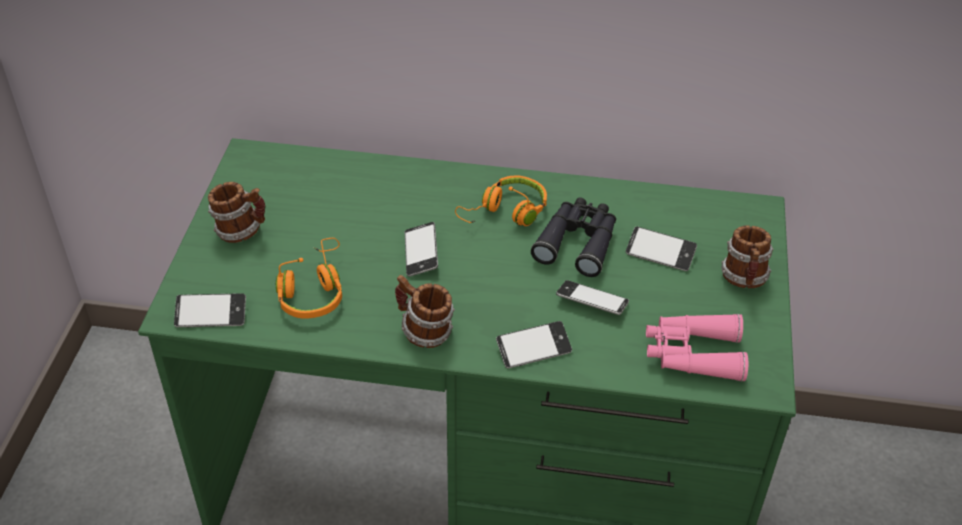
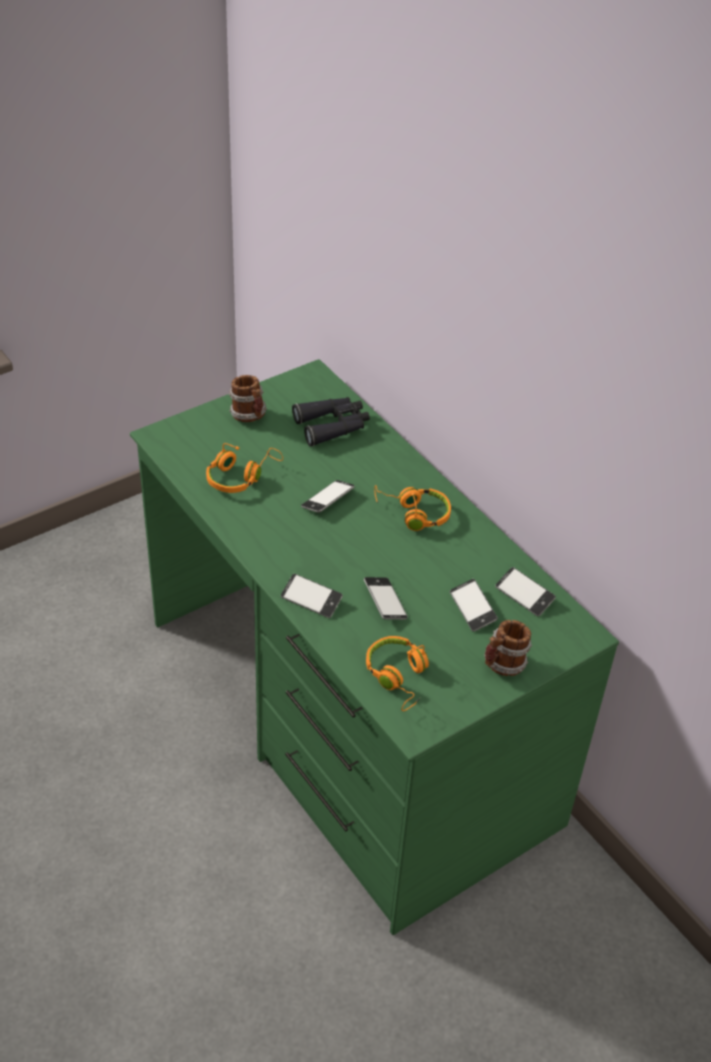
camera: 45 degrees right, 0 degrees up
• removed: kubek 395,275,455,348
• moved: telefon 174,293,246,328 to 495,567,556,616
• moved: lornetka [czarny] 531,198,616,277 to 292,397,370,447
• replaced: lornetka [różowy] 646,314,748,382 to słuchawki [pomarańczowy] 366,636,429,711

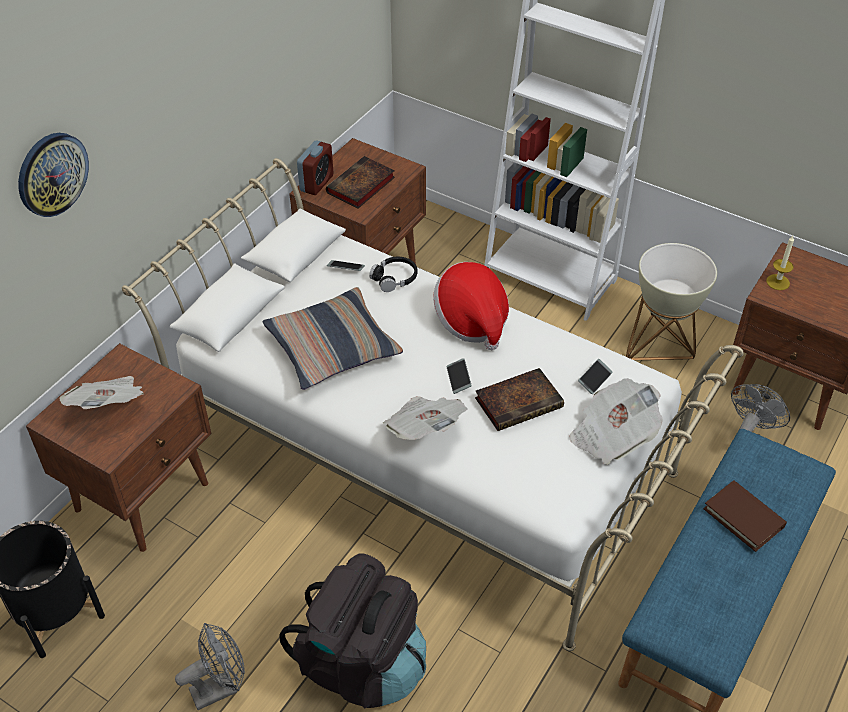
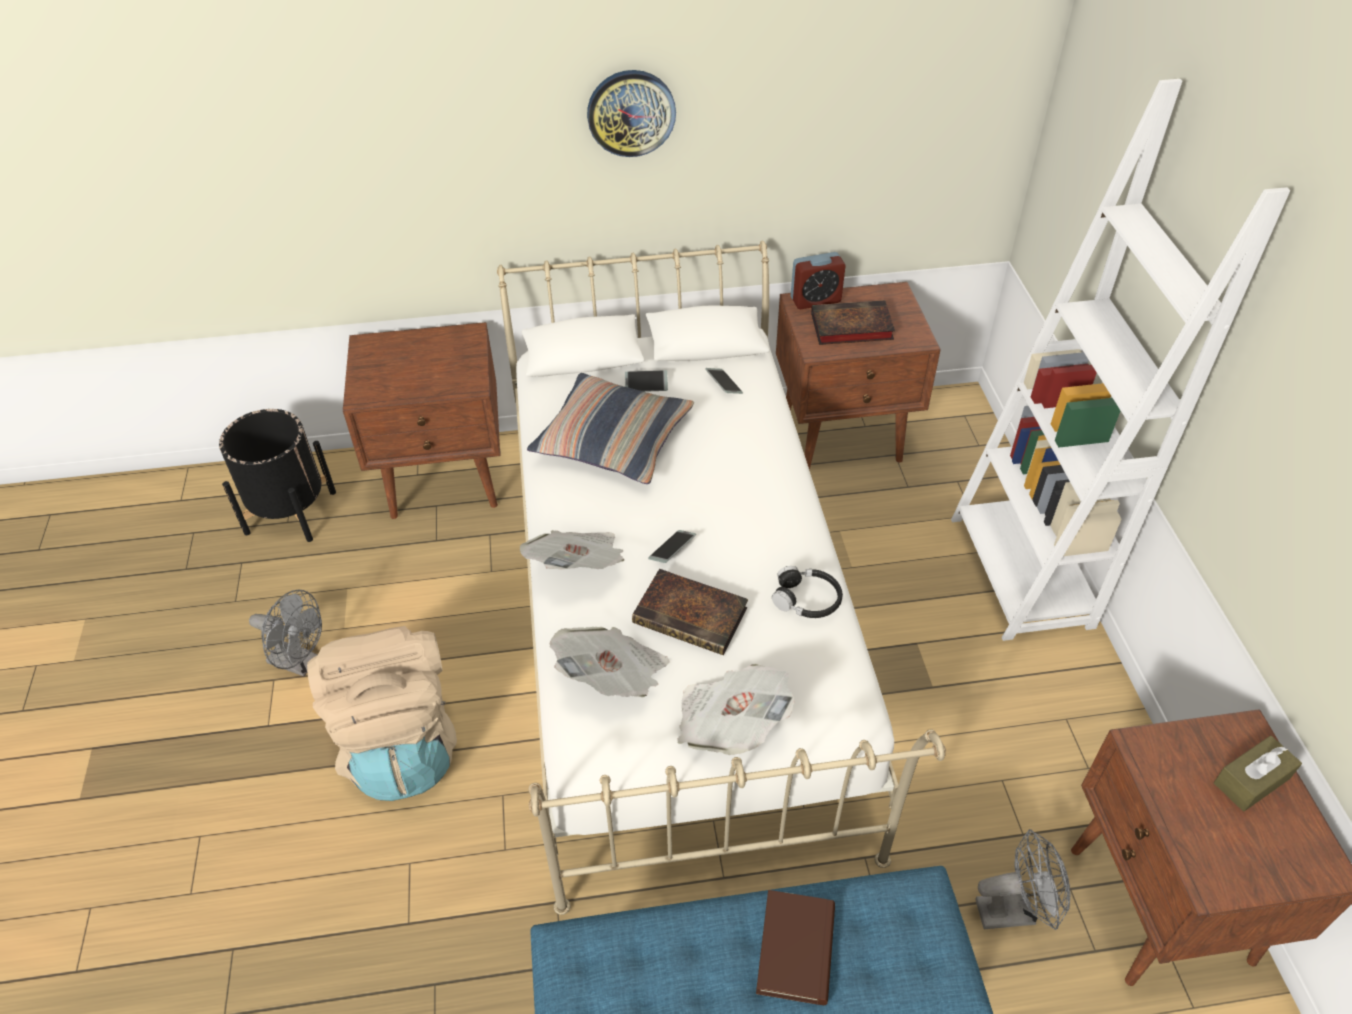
camera: 50 degrees right, 0 degrees up
• removed: kapelusz 433,262,509,350
• removed: donica 626,243,717,360
• removed: świeca 766,236,794,290
• added: pudełko chusteczek [brązowy] 1214,736,1302,811
• moved: zegar ścienny 18,133,89,217 to 587,70,676,157
• moved: gazeta 59,376,144,409 to 550,627,669,697
• moved: słuchawki [czarny] 369,257,418,292 to 772,566,843,618
• moved: telefon 578,359,613,394 to 625,370,668,392
• recoloured: plecak [czarny] 279,554,426,709 to plecak [beżowy] 307,626,457,801

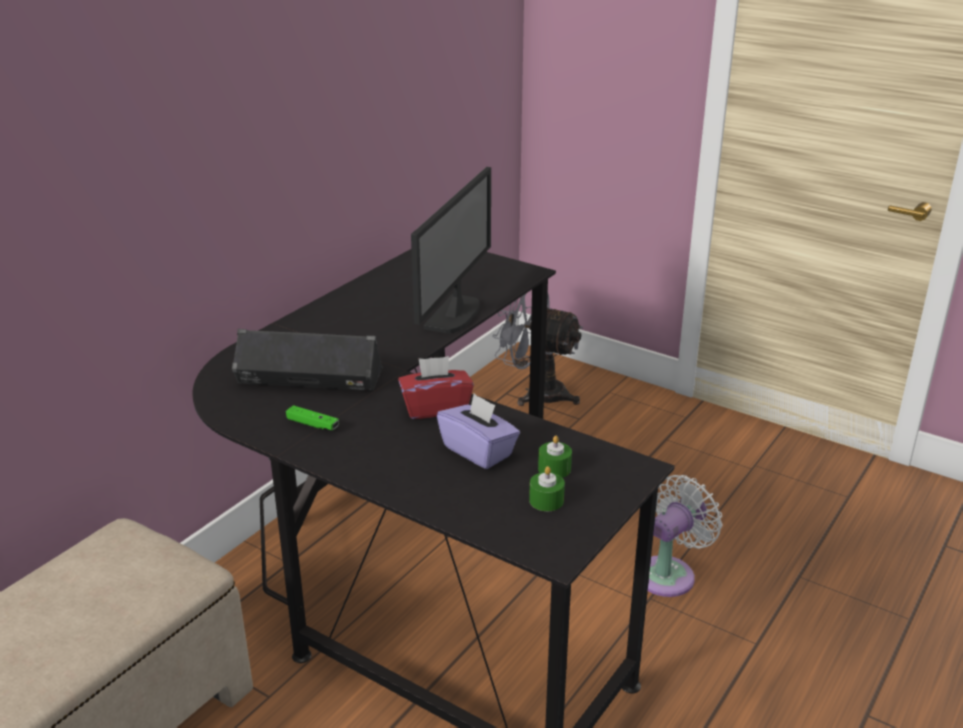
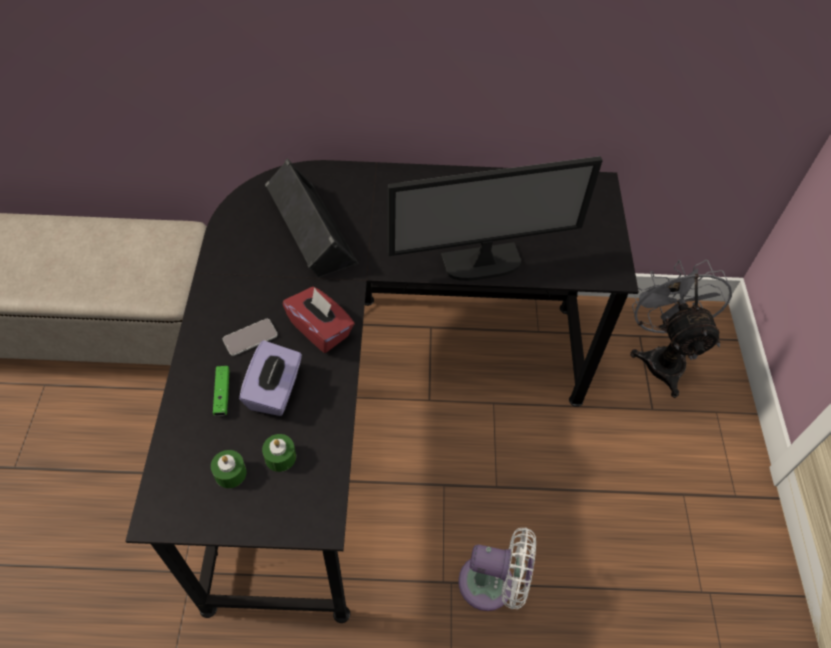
camera: 55 degrees right, 25 degrees up
• added: telefon 223,319,278,356
• moved: pad do gier [zielony] 286,405,339,430 to 213,366,229,416

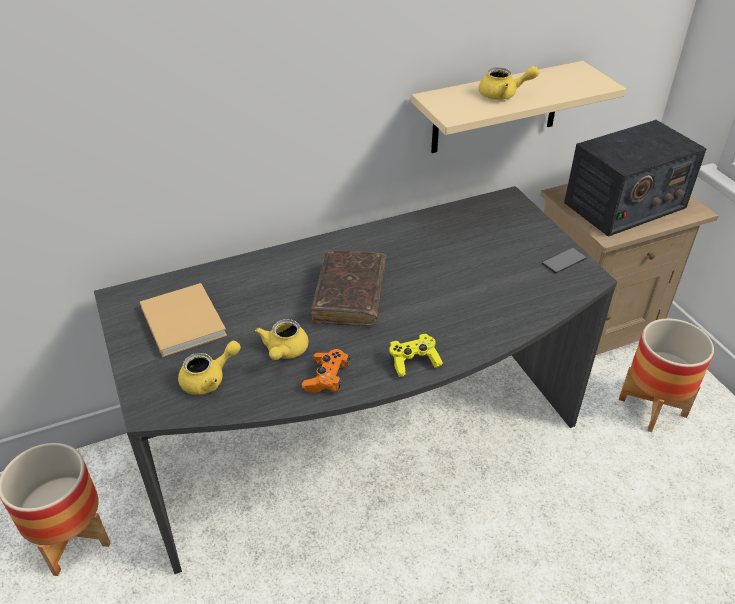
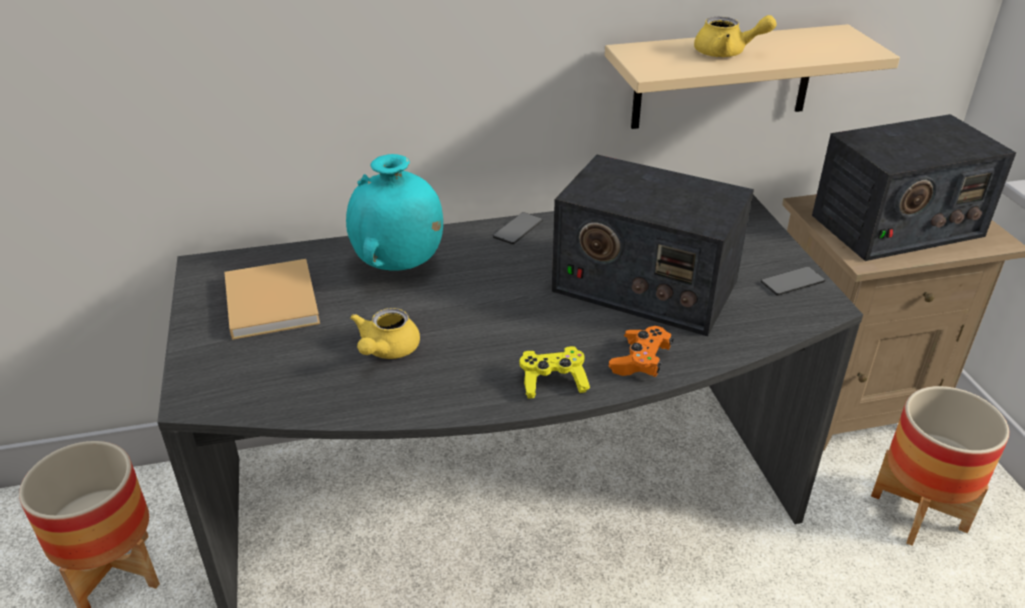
camera: 10 degrees right, 5 degrees down
• removed: imbryk [żółty] 178,341,241,395
• removed: książka [brązowy] 311,250,386,326
• added: wazon [turkusowy] 346,154,443,271
• added: telefon 493,212,543,244
• added: radio 552,155,754,336
• moved: pad do gier [pomarańczowy] 302,349,350,393 to 609,326,674,377

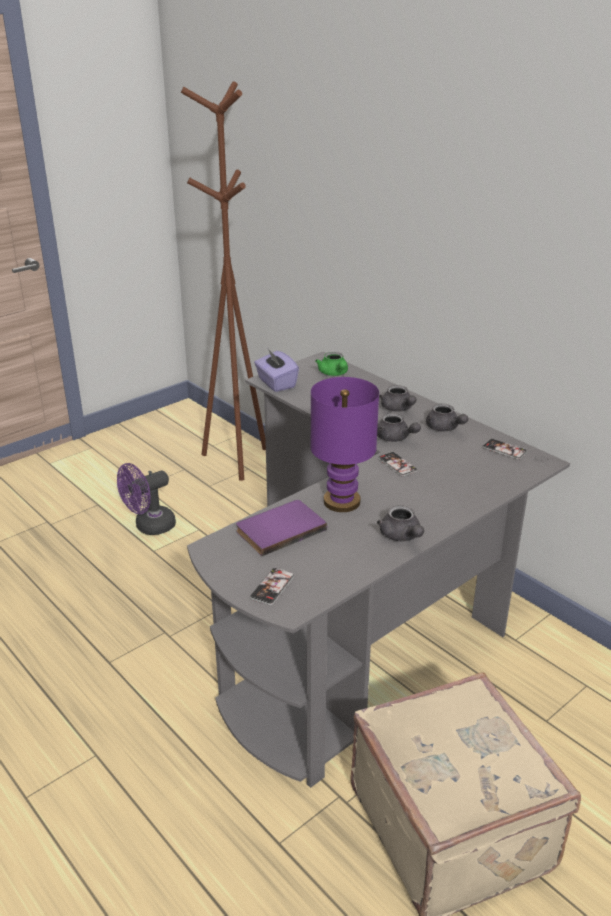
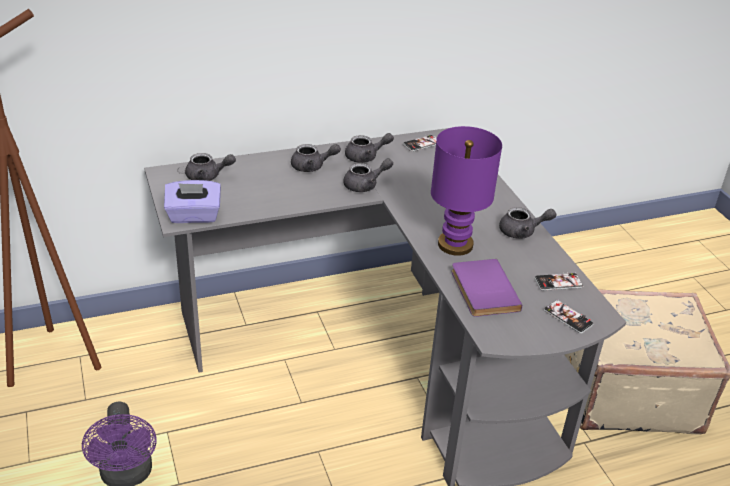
camera: 70 degrees left, 5 degrees up
• moved: telefon 378,452,418,477 to 534,272,583,291
• recoloured: imbryk [zielony] 315,352,348,376 to imbryk [szary] 185,153,236,181

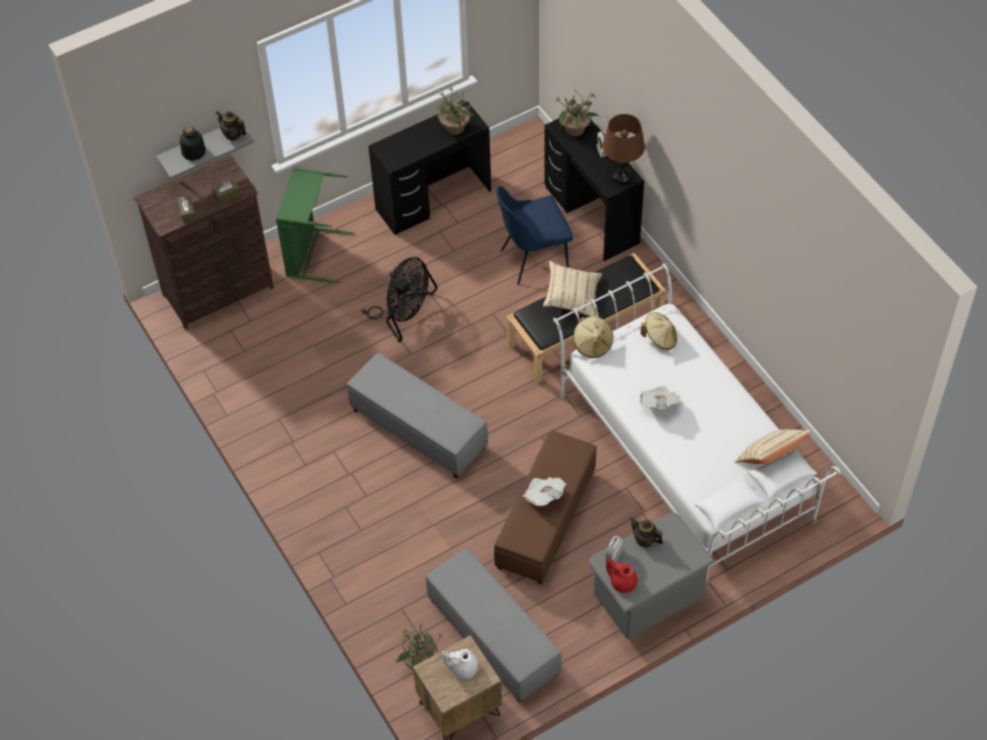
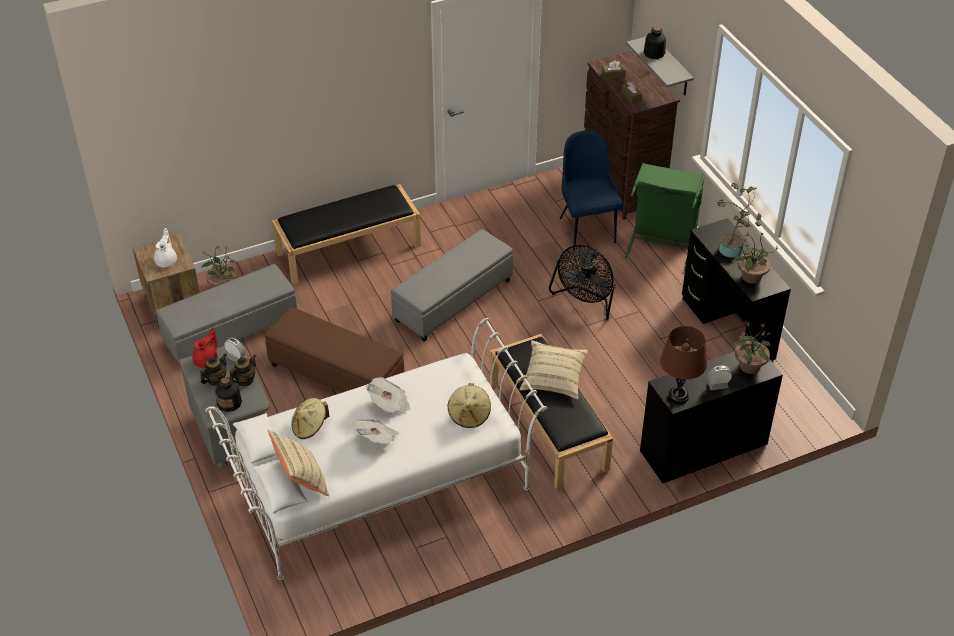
camera: 95 degrees right, 10 degrees down
• added: butelka 215,377,242,412
• added: ławka [czarny] 272,184,421,285
• added: roślina doniczkowa 717,183,762,258
• moved: imbryk 216,111,246,141 to 200,353,227,386
• moved: krzesło [niebieski] 497,186,573,285 to 559,131,623,248
• moved: gazeta 522,477,566,506 to 353,419,399,444
• moved: kapelusz [beżowy] 574,316,613,358 to 291,398,329,439

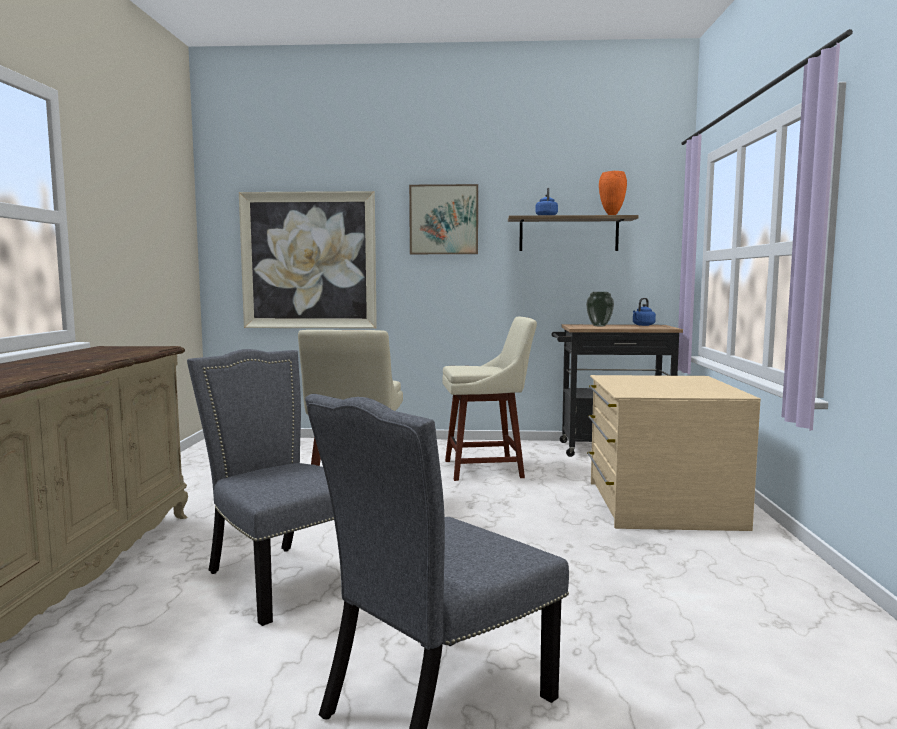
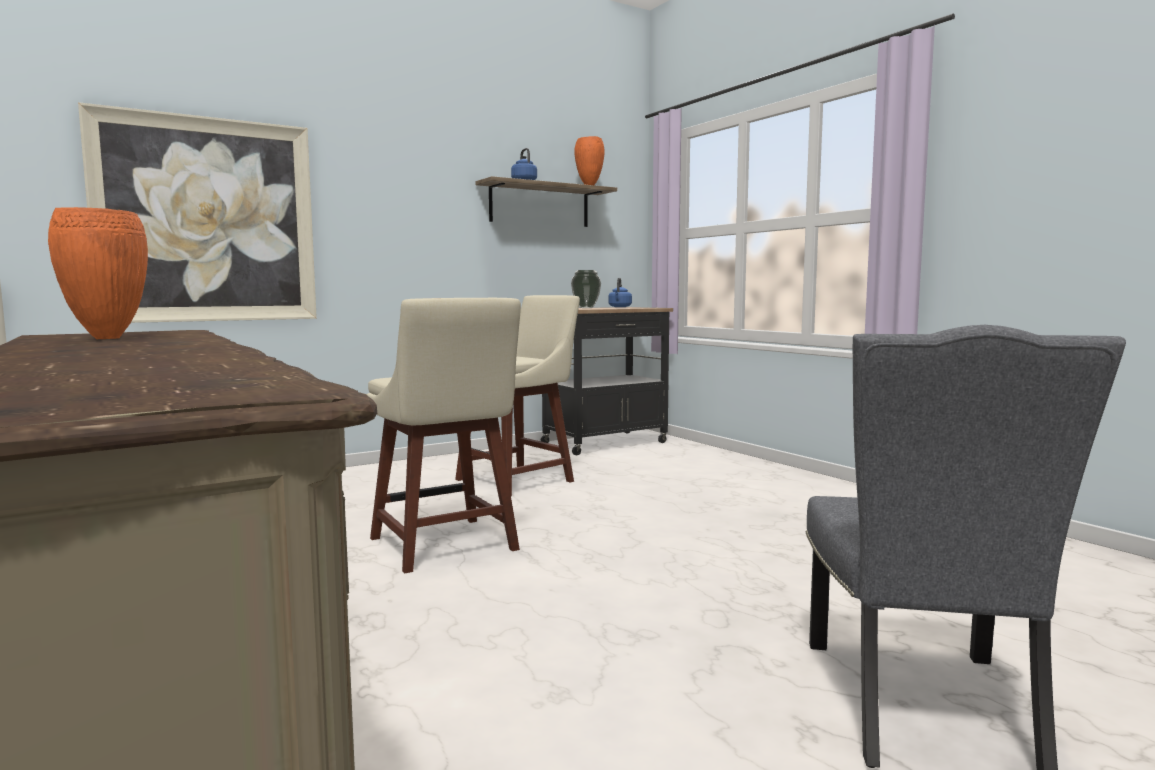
camera: 35 degrees left, 0 degrees up
• removed: krzesło [szary] 187,349,334,626
• removed: obraz 409,184,478,254
• removed: komoda [beżowy] 587,375,761,531
• added: wazon [pomarańczowy] 48,207,148,339

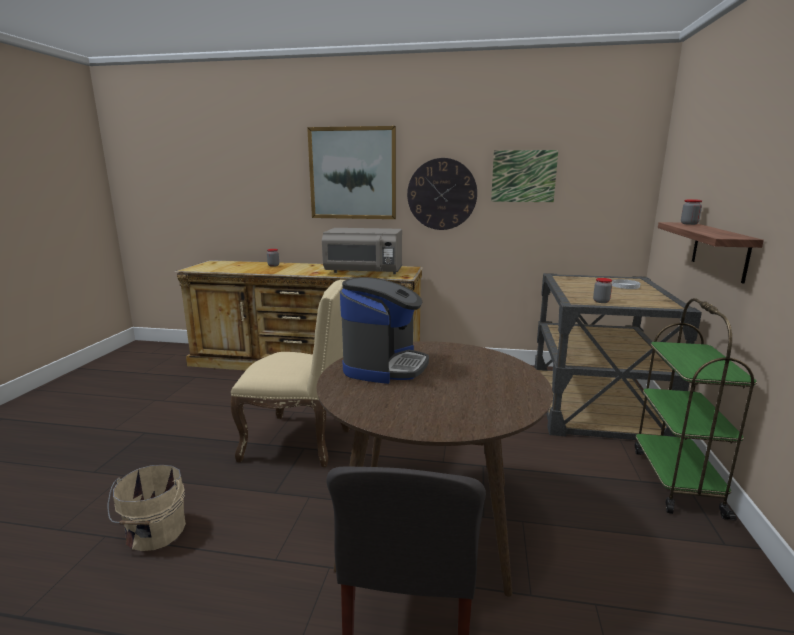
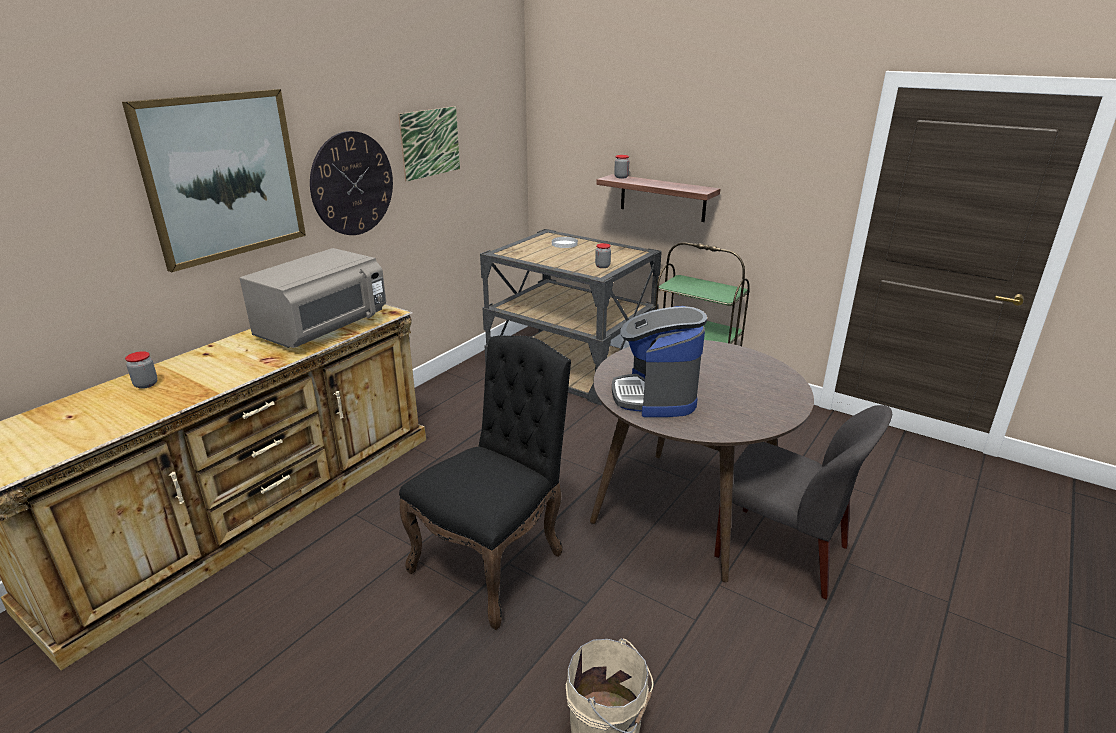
camera: 65 degrees left, 10 degrees up
• recoloured: krzesło [beżowy] 231,280,350,467 to krzesło [czarny] 399,335,571,630
• turned: ekspres do kawy 340,277,429,384 = 612,306,707,417 135 degrees counterclockwise

